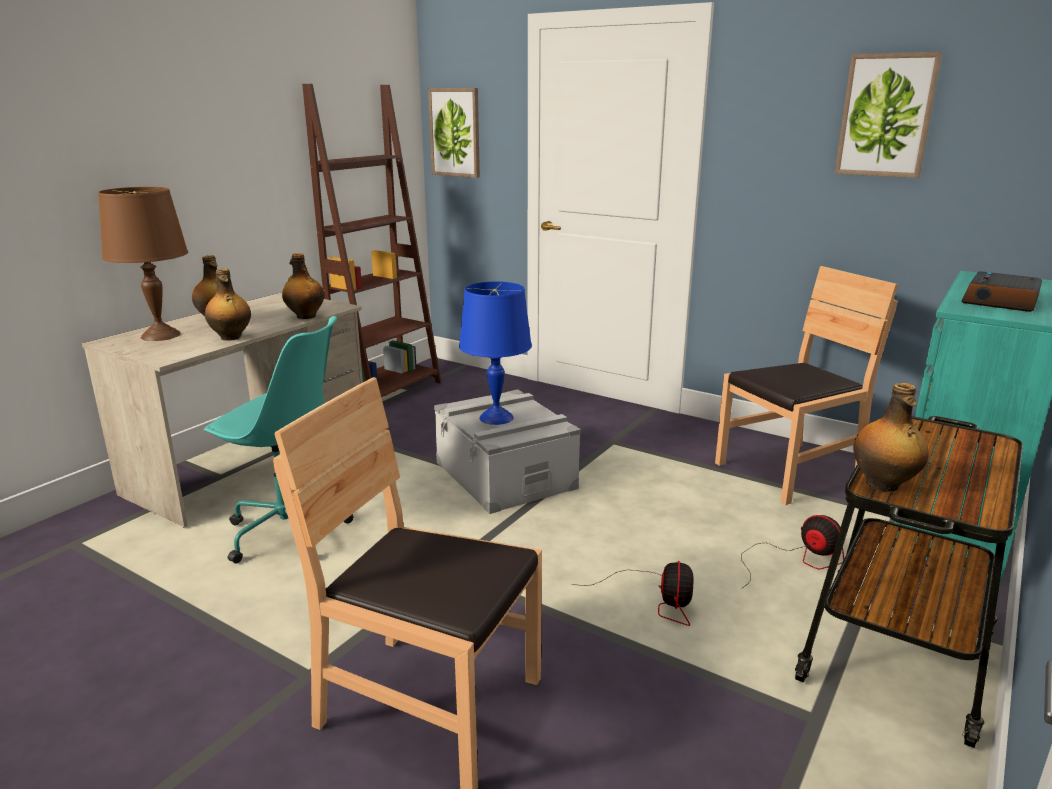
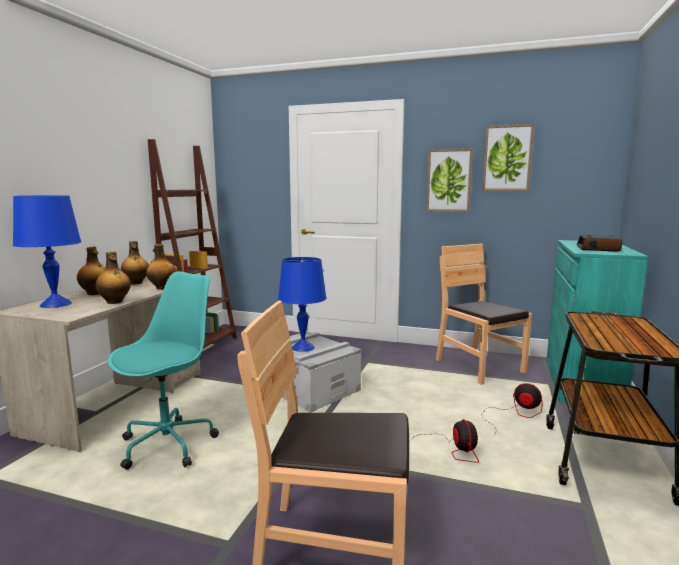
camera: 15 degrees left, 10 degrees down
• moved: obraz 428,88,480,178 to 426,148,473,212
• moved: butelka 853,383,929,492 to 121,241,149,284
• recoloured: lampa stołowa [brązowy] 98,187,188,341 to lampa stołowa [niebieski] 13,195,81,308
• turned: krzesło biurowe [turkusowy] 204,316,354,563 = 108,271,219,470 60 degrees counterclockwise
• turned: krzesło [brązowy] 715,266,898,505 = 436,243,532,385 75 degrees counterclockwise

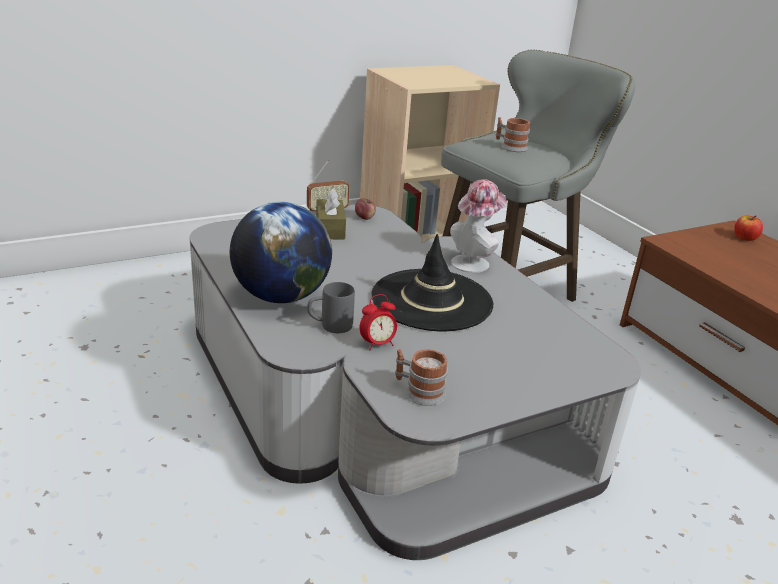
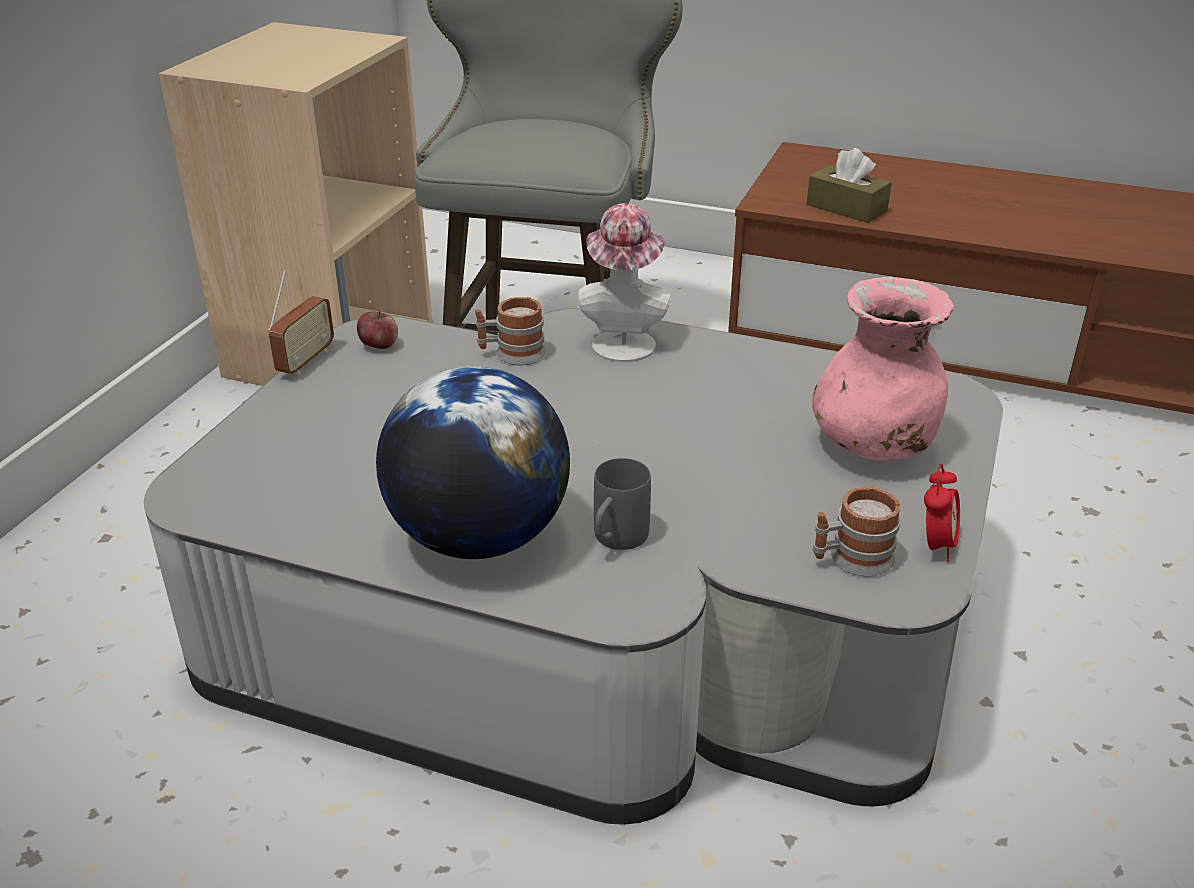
camera: 40 degrees left, 5 degrees up
• removed: kapelusz [czarny] 371,234,493,331
• removed: jabłko 734,215,763,241
• added: wazon [różowy] 812,277,954,460
• moved: pudełko chusteczek [brązowy] 316,189,346,239 to 807,148,891,223
• moved: budzik 360,294,397,351 to 924,464,960,562
• moved: kubek 496,117,530,152 to 475,297,546,365

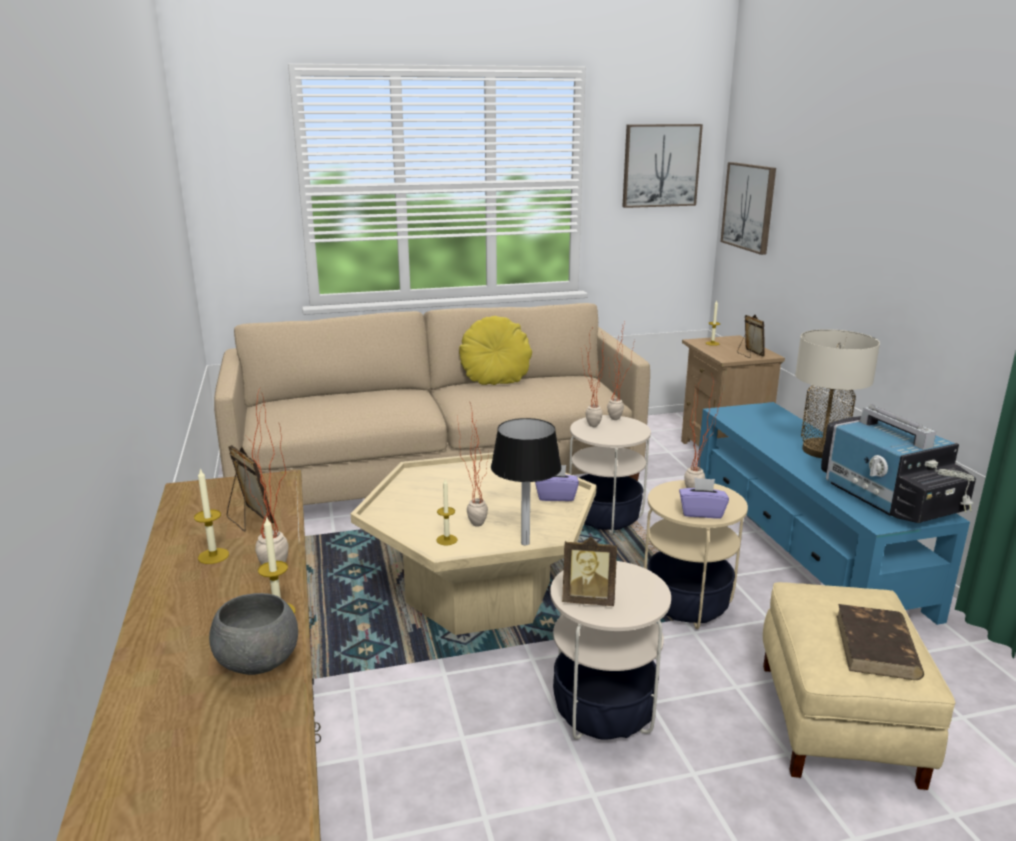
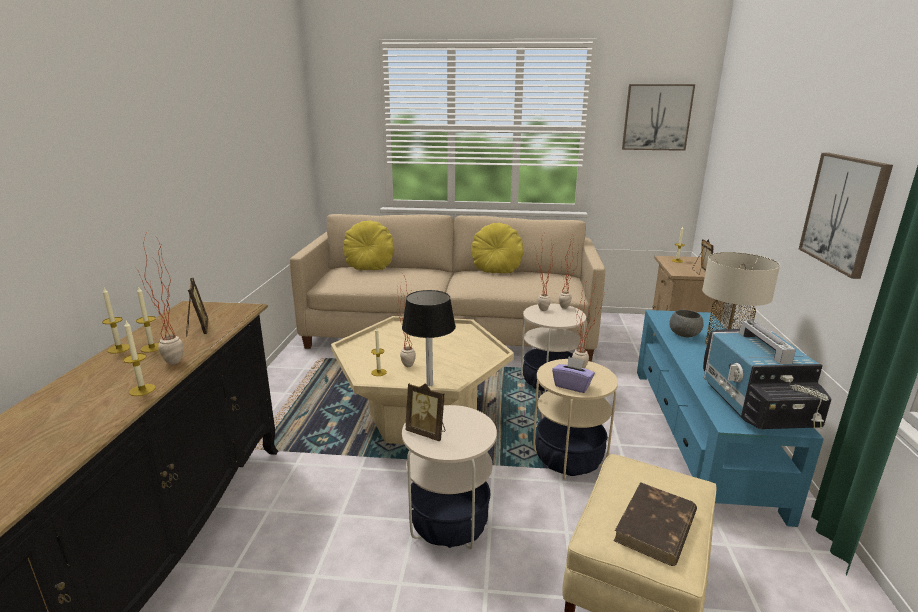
camera: 20 degrees right, 0 degrees up
• removed: pudełko chusteczek [fioletowy] 535,465,579,501
• added: świeca 102,288,130,353
• added: poduszka [żółty] 343,220,394,270
• moved: miska [szary] 209,593,298,675 to 669,310,704,337
• moved: obraz 720,162,776,255 to 799,153,893,279

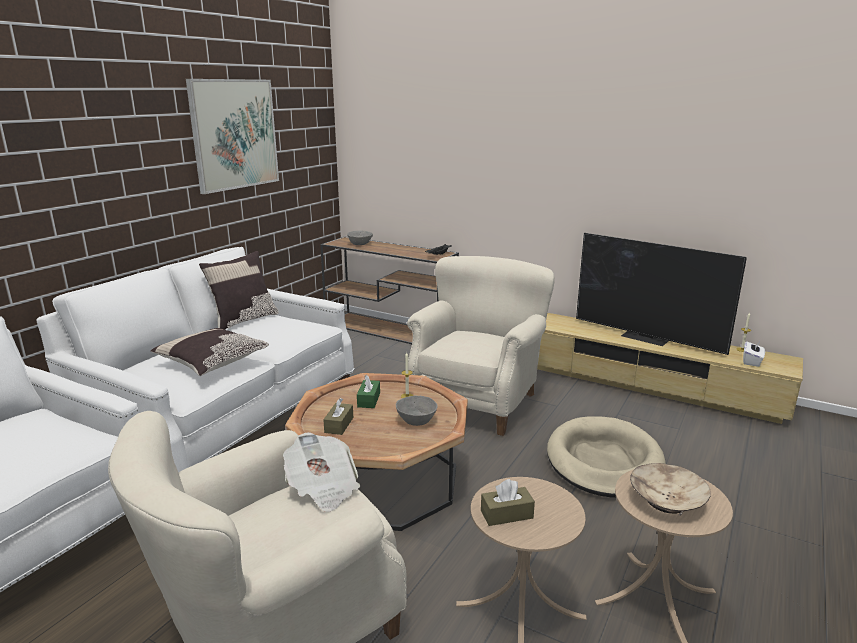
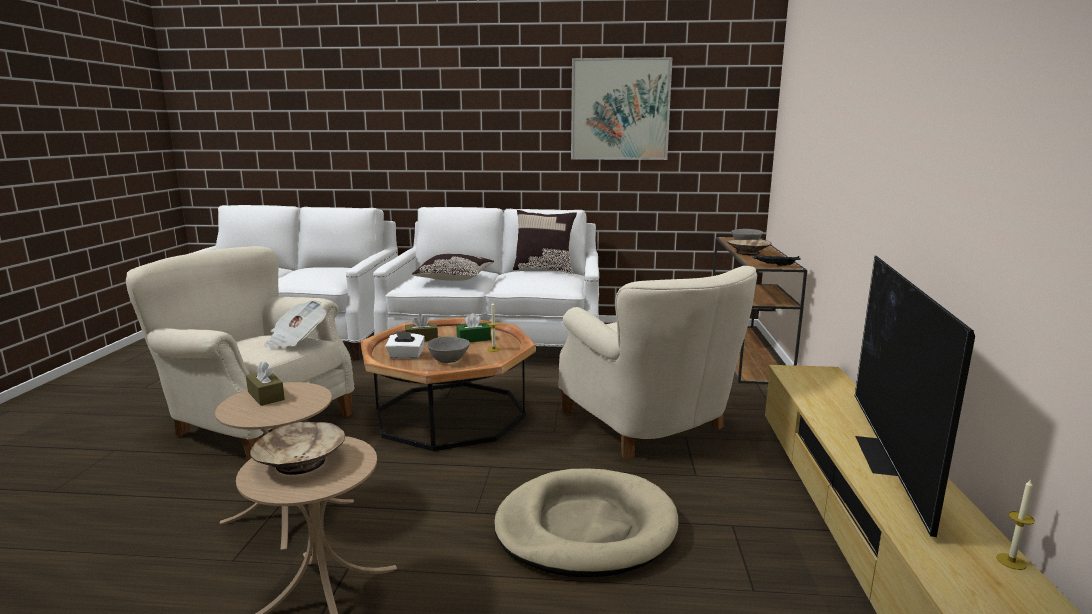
camera: 65 degrees right, 5 degrees down
• added: miska [beżowy] 727,240,772,255
• moved: pudełko chusteczek [biały] 743,341,765,367 to 385,331,425,359
• turned: fotel [beżowy] 407,256,555,436 = 558,266,757,458 60 degrees clockwise

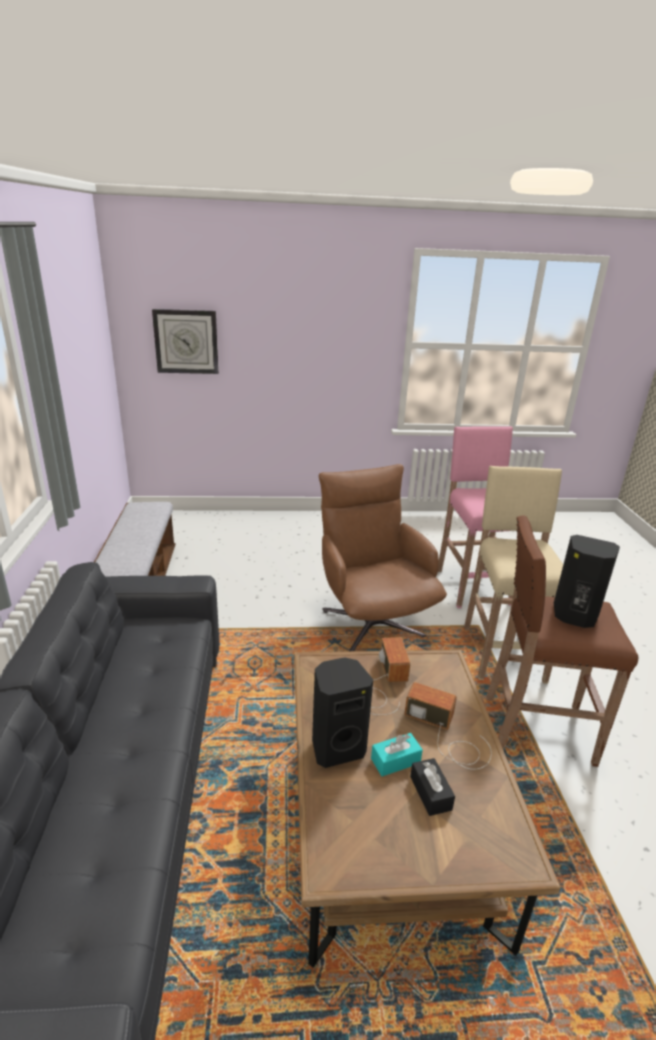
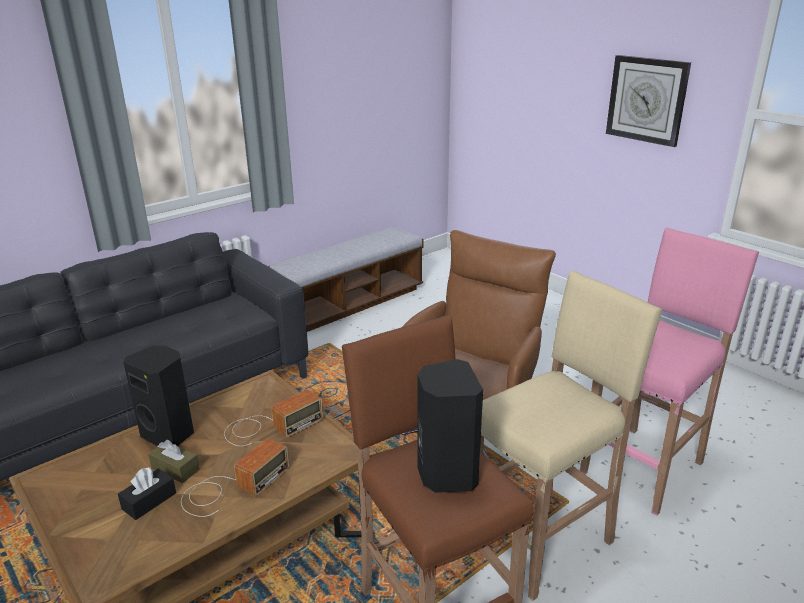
camera: 55 degrees right, 0 degrees up
• moved: zegar ścienny 152,309,219,374 to 606,55,691,147
• recoloured: pudełko chusteczek [turkusowy] 371,733,423,777 to pudełko chusteczek [brązowy] 148,440,200,483
• turned: radio 404,682,492,770 = 181,438,290,517 45 degrees clockwise

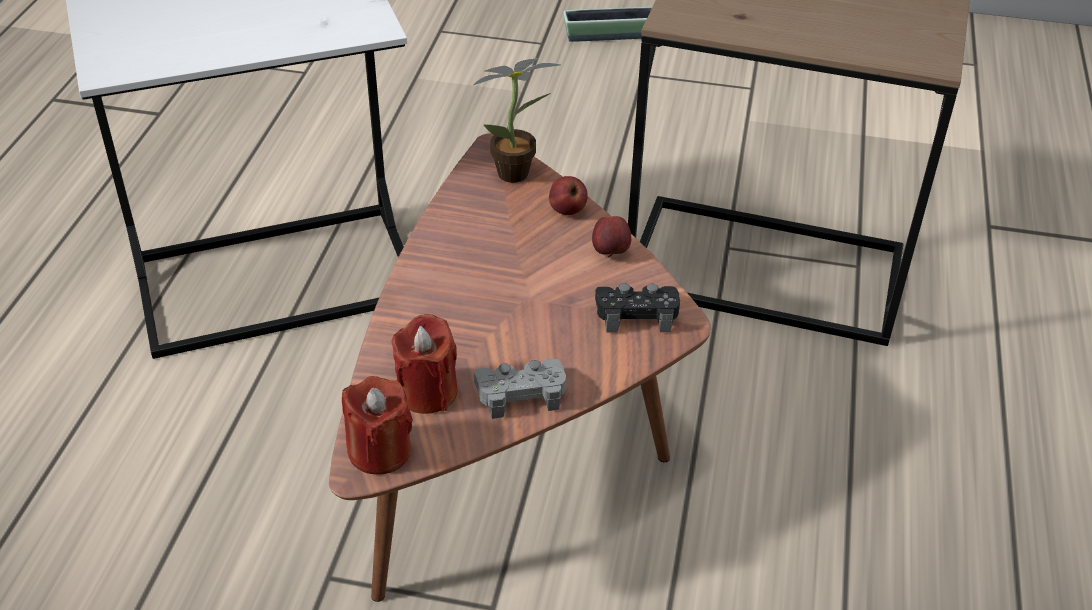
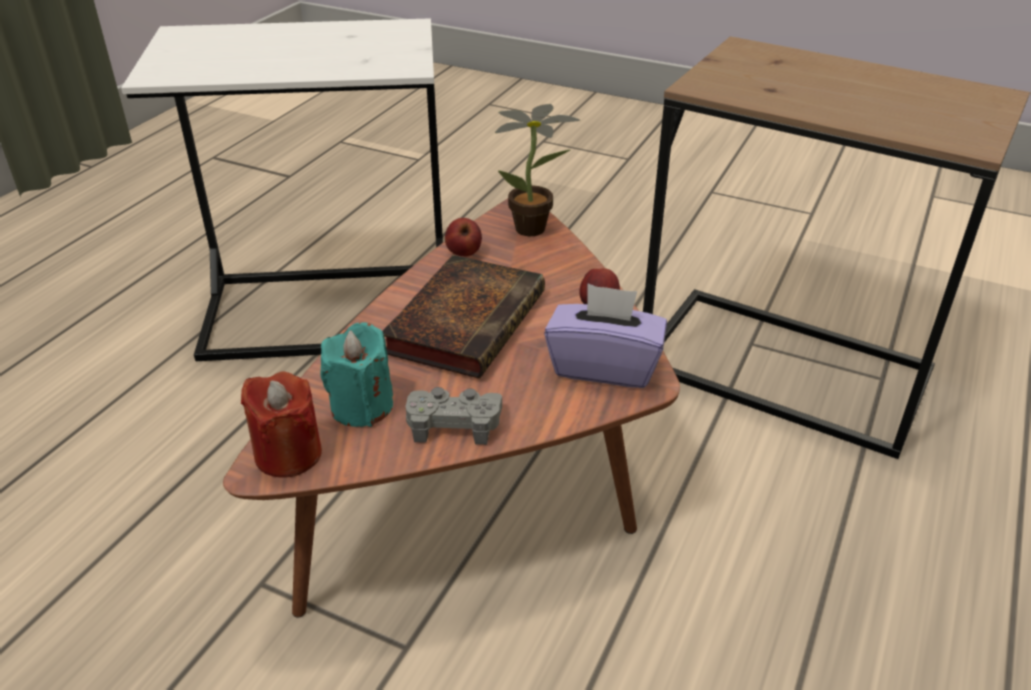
camera: 15 degrees right, 5 degrees down
• removed: donica 563,7,652,42
• added: książka 383,255,545,379
• moved: jabłko 549,176,588,215 to 445,218,482,257
• replaced: pad do gier [czarny] 595,283,680,332 to pudełko chusteczek [fioletowy] 544,284,667,388
• recoloured: świeca [czerwony] 392,314,458,414 to świeca [turkusowy] 320,322,393,427

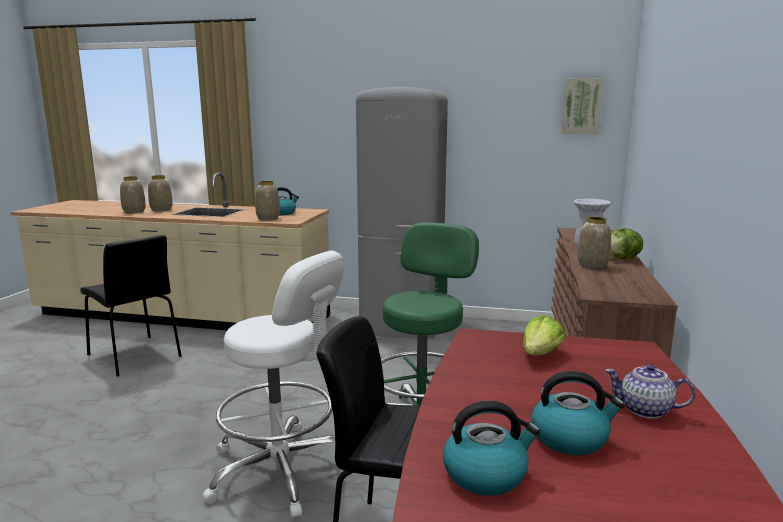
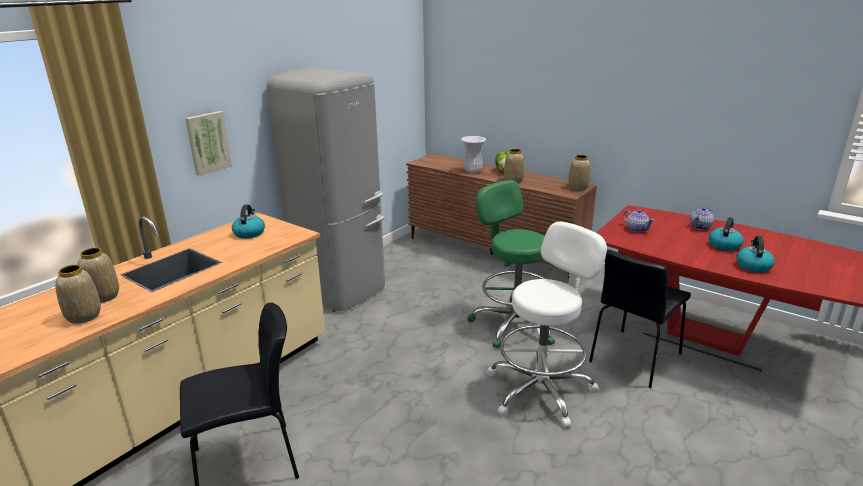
camera: 65 degrees left, 10 degrees up
• moved: wazon 255,181,280,221 to 569,155,591,190
• moved: obraz 562,78,604,134 to 185,111,232,176
• replaced: sałata 523,315,566,356 to imbryk 623,210,654,232

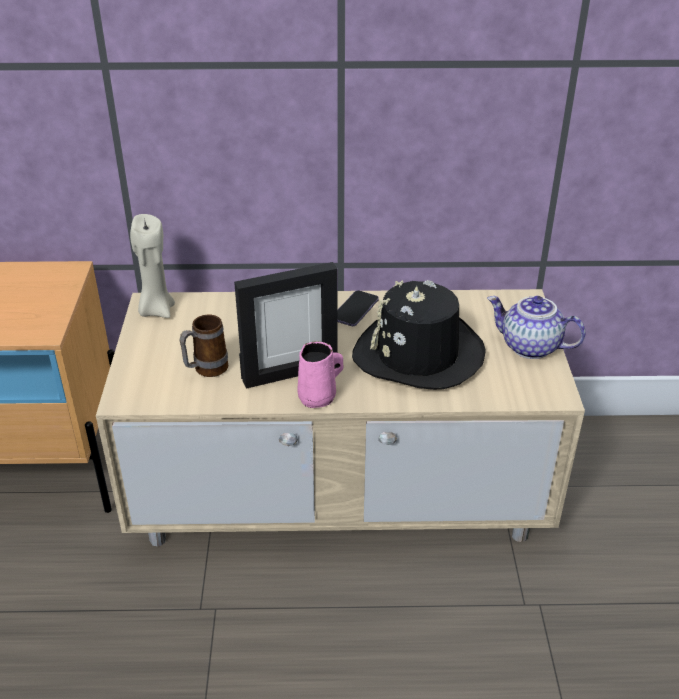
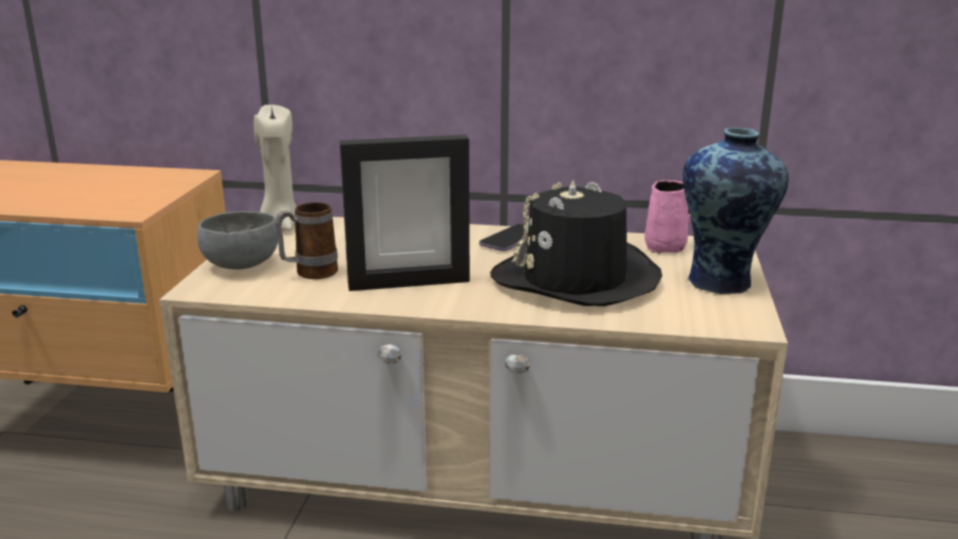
camera: 10 degrees right, 15 degrees down
• added: miska [szary] 197,211,278,269
• moved: kubek [różowy] 297,341,343,408 to 645,180,692,253
• replaced: imbryk 487,296,585,359 to wazon 683,127,789,294

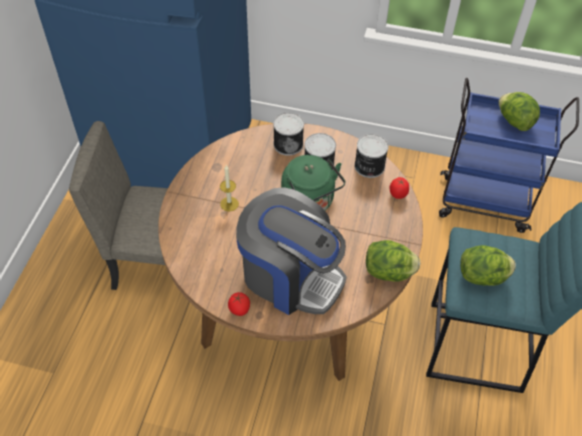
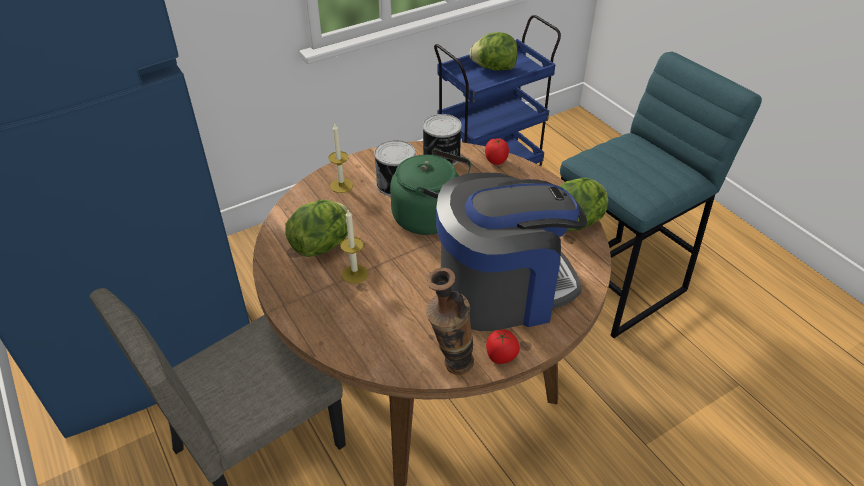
camera: 45 degrees left, 10 degrees down
• added: wazon 426,268,474,375
• moved: sałata 460,245,516,286 to 285,200,350,257
• replaced: puszka 273,112,304,156 to świeca 329,124,353,193

